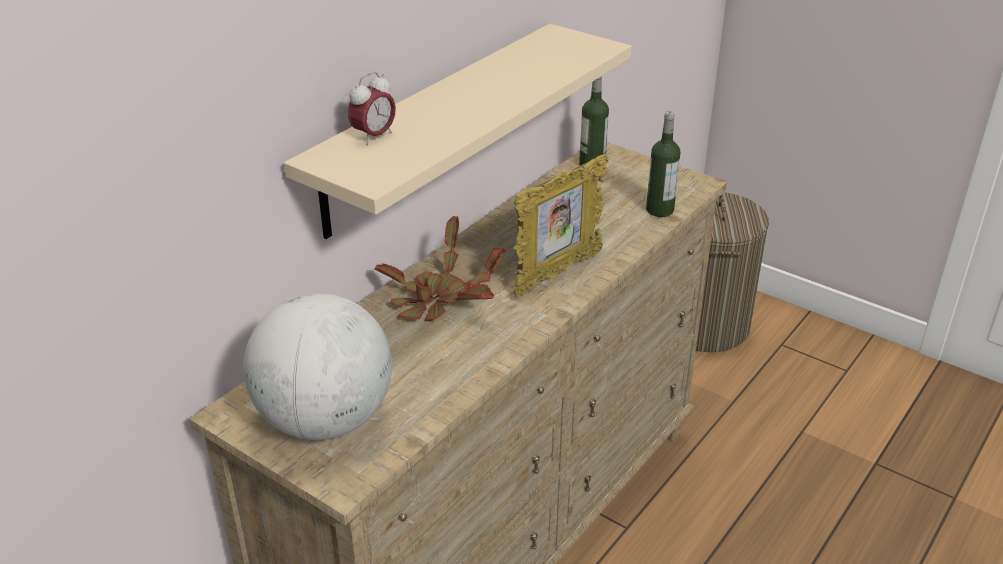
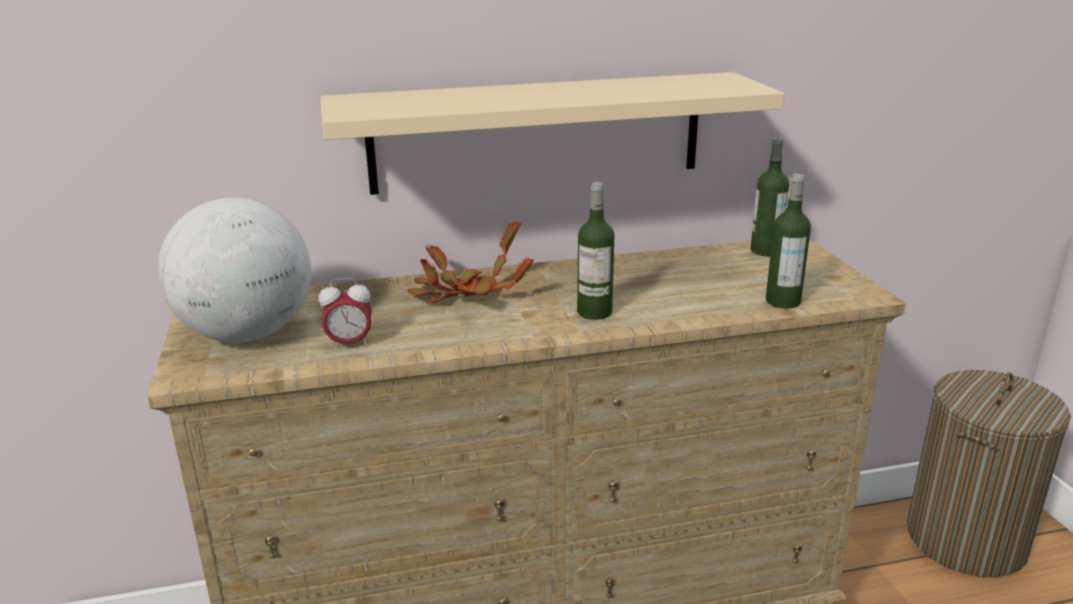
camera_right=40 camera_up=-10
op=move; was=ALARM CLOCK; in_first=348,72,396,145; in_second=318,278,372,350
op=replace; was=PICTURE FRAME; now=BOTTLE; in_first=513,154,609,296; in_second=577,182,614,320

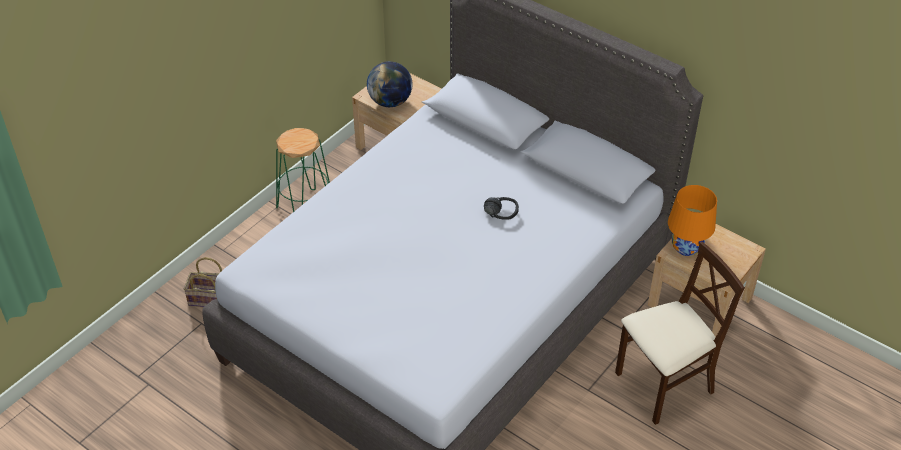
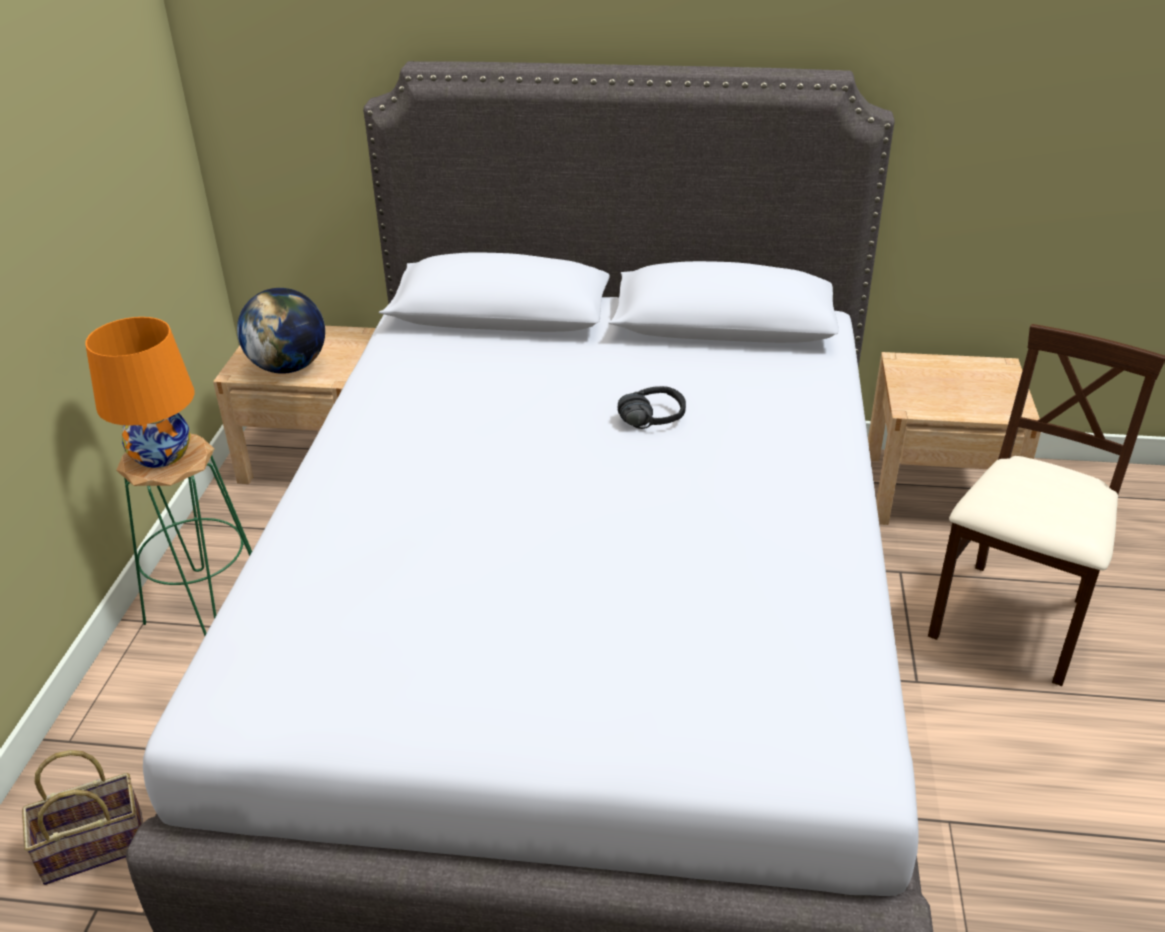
camera_right=-30 camera_up=-10
op=move; was=ORANGE TABLE LAMP; in_first=668,185,717,256; in_second=85,317,195,468

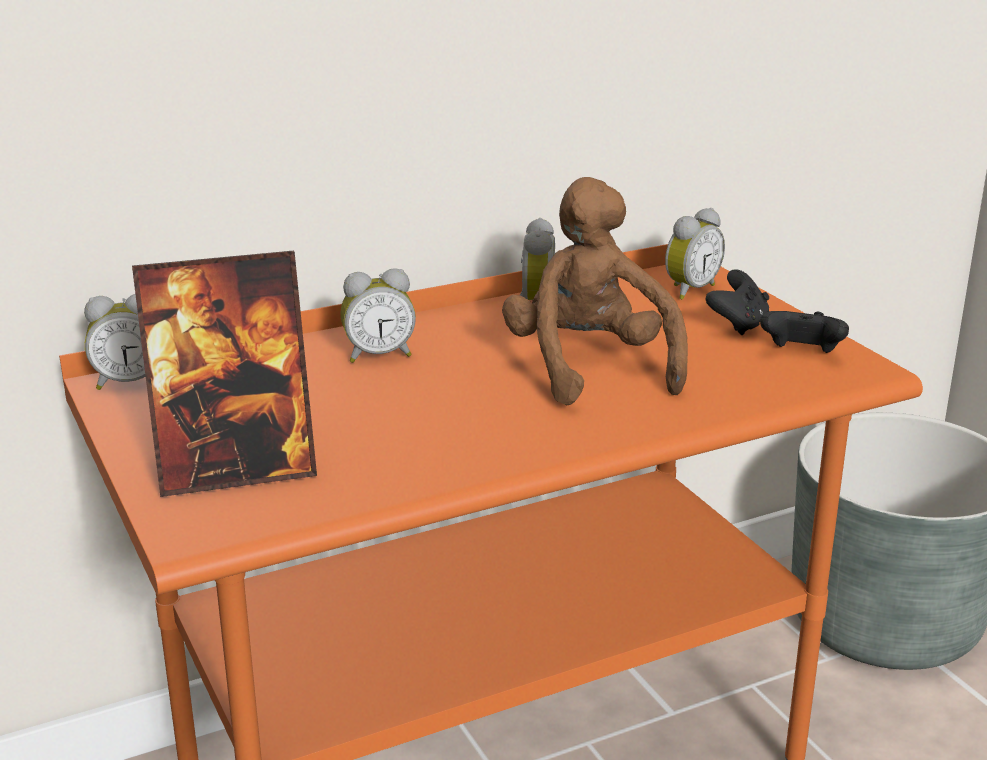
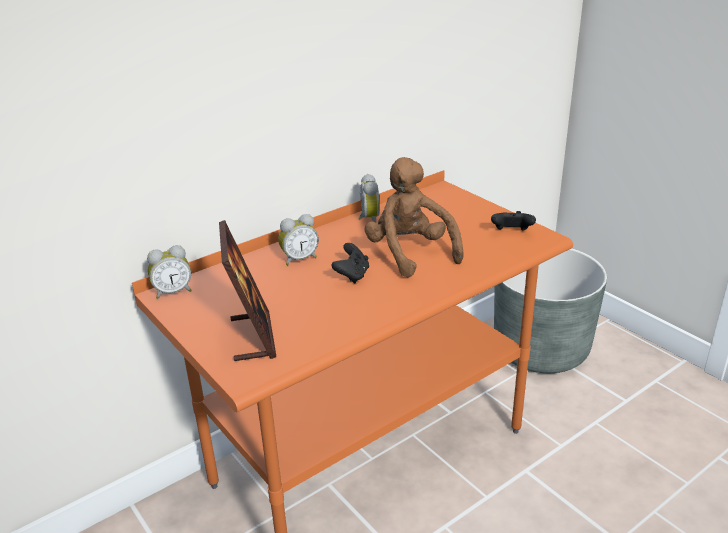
camera_right=-10 camera_up=5
op=delete; was=ALARM CLOCK; in_first=665,208,725,300
op=rotate; was=PICTURE FRAME; in_first=132,251,317,497; in_second=219,220,276,361; clockwise=-75
op=move; was=BLACK GAME CONTROLLER; in_first=706,269,769,335; in_second=332,243,369,283

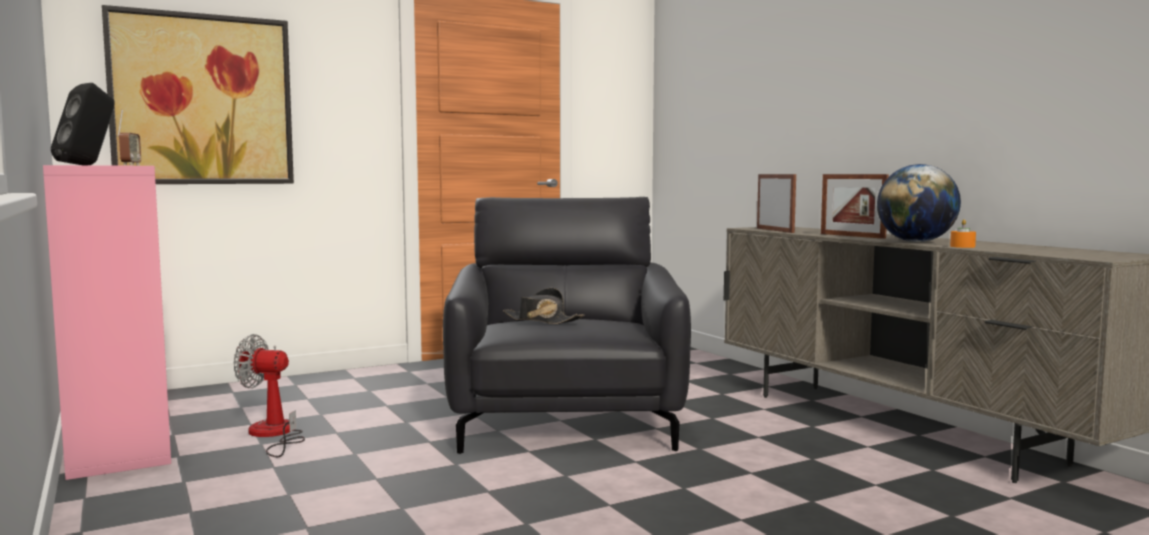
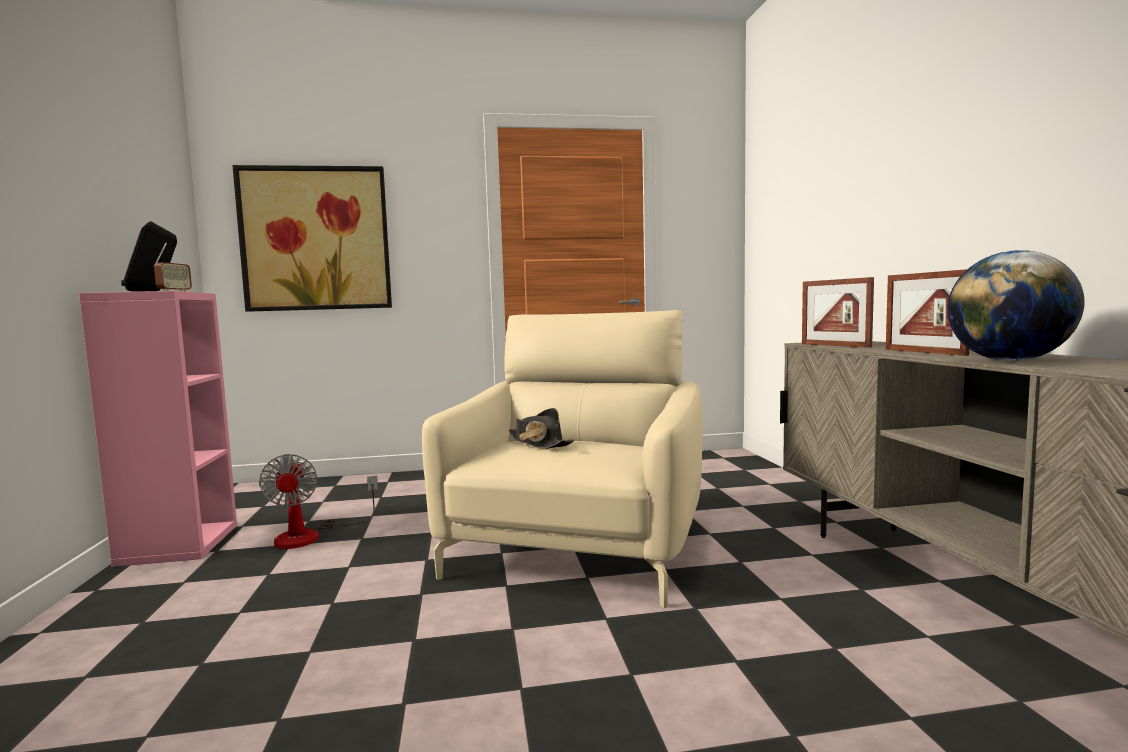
camera_right=20 camera_up=0
op=rotate; was=PICTURE FRAME; in_first=757,174,796,233; in_second=802,277,874,348; clockwise=150
op=recolor; was=BLACK ARMCHAIR; now=BEIGE ARMCHAIR; in_first=443,197,691,454; in_second=422,310,703,608
op=delete; was=ORANGE CANDLE; in_first=950,219,976,248
op=rotate; was=FAN; in_first=234,334,305,457; in_second=259,454,378,549; clockwise=-135

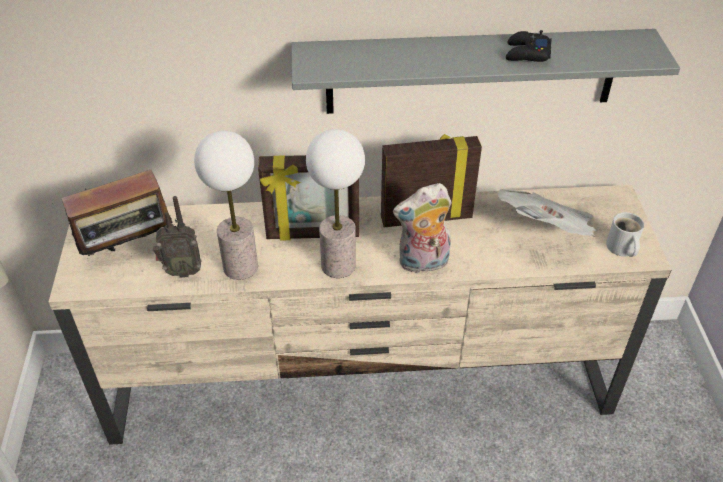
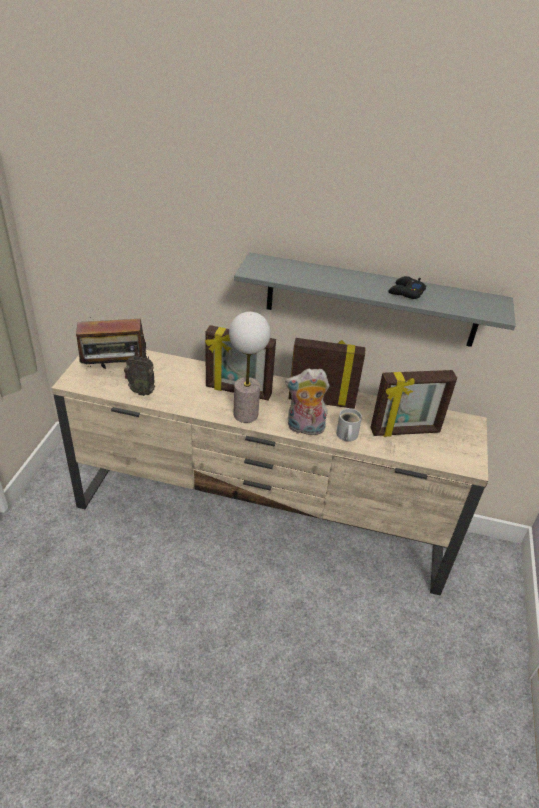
camera_right=15 camera_up=-5
op=delete; was=TABLE LAMP; in_first=194,131,258,280
op=replace; was=NEWSPAPER; now=PICTURE FRAME; in_first=498,189,596,237; in_second=370,370,457,437
op=move; was=WHITE MUG; in_first=606,212,644,257; in_second=336,408,362,442

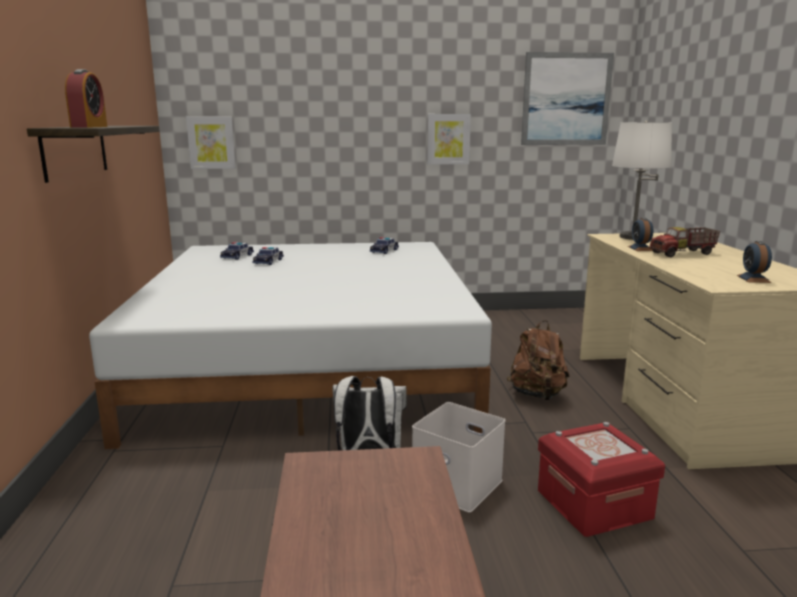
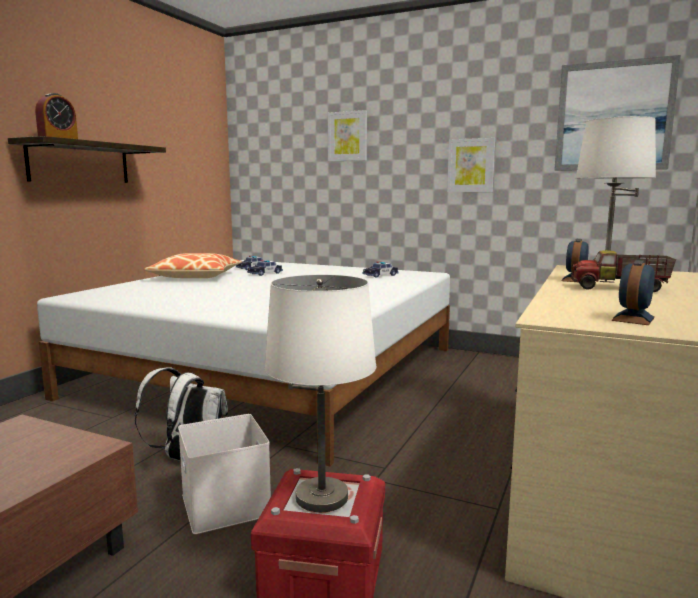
camera_right=30 camera_up=-5
op=move; was=PICTURE; in_first=186,117,236,169; in_second=328,110,367,161
op=delete; was=BROWN BACKPACK; in_first=507,320,569,401
op=insert; now=PILLOW; in_second=144,253,242,278
op=insert; now=WHITE TABLE LAMP; in_second=264,275,376,512

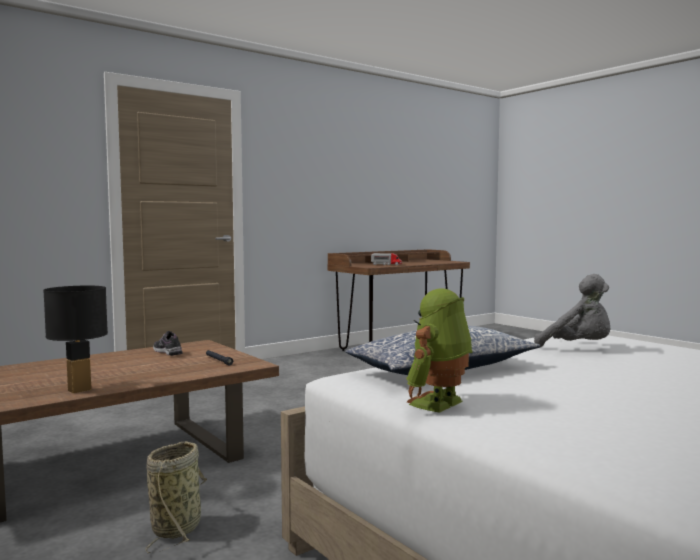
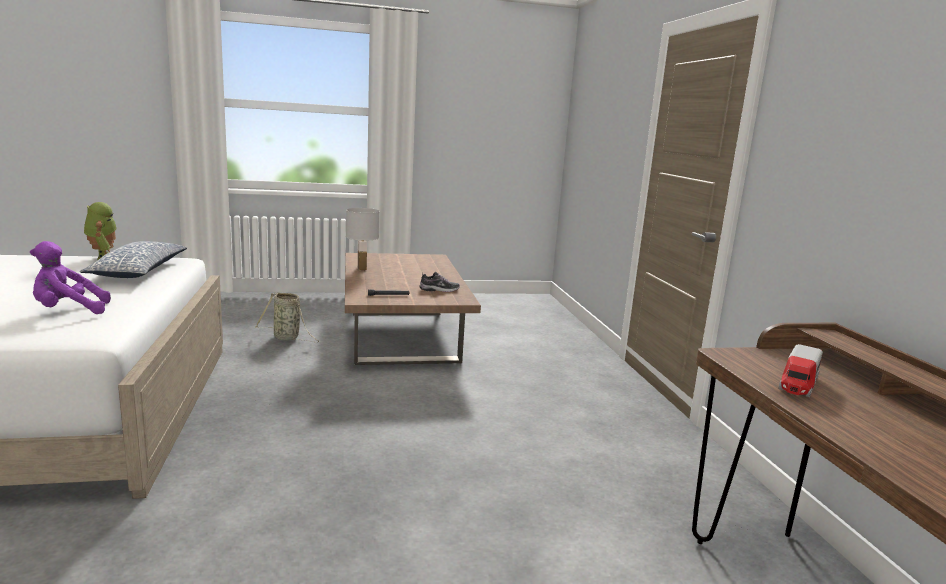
camera_right=115 camera_up=10
op=recolor; was=GREY PLUSH TOY; now=PURPLE PLUSH TOY; in_first=534,274,611,347; in_second=30,241,111,314
op=recolor; was=BLACK TABLE LAMP; now=WHITE TABLE LAMP; in_first=43,286,108,393; in_second=346,208,380,270

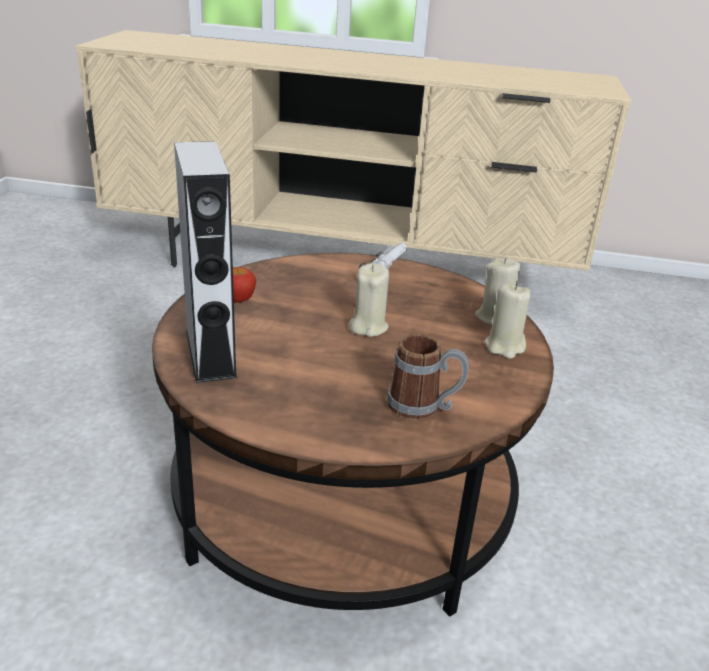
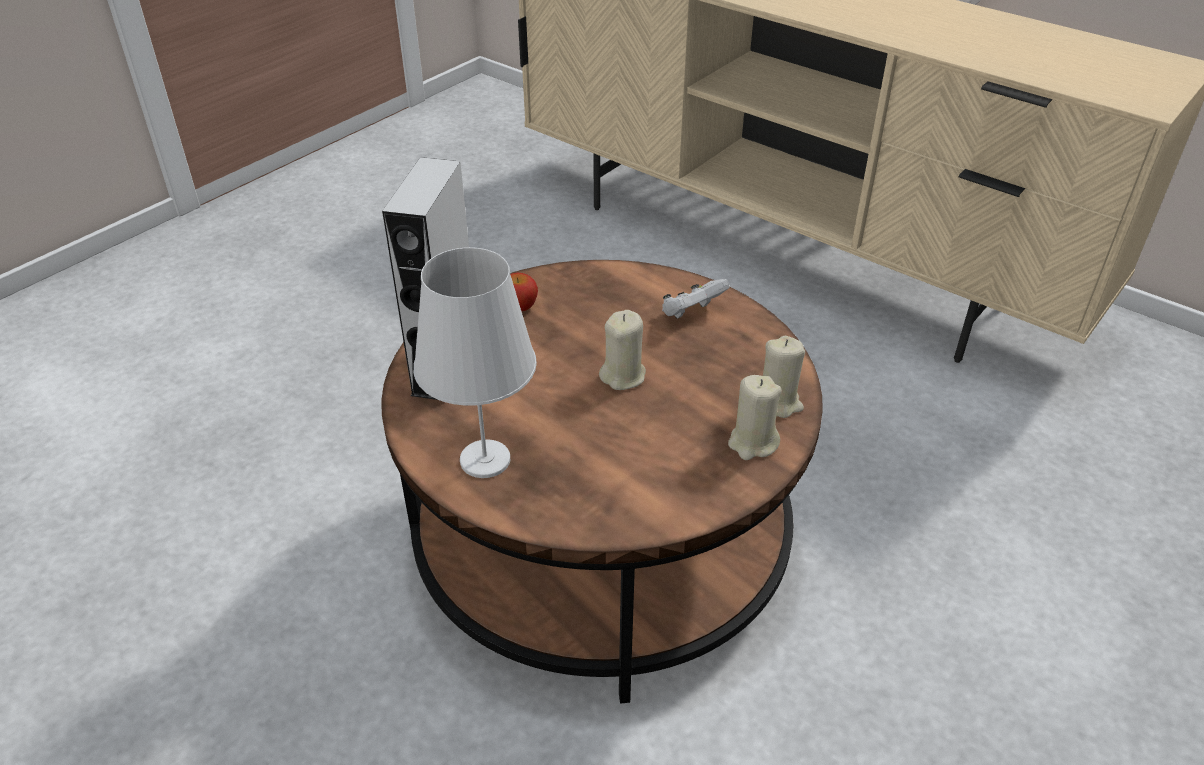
camera_right=30 camera_up=10
op=delete; was=MUG; in_first=387,334,469,419
op=insert; now=WHITE TABLE LAMP; in_second=413,247,537,478

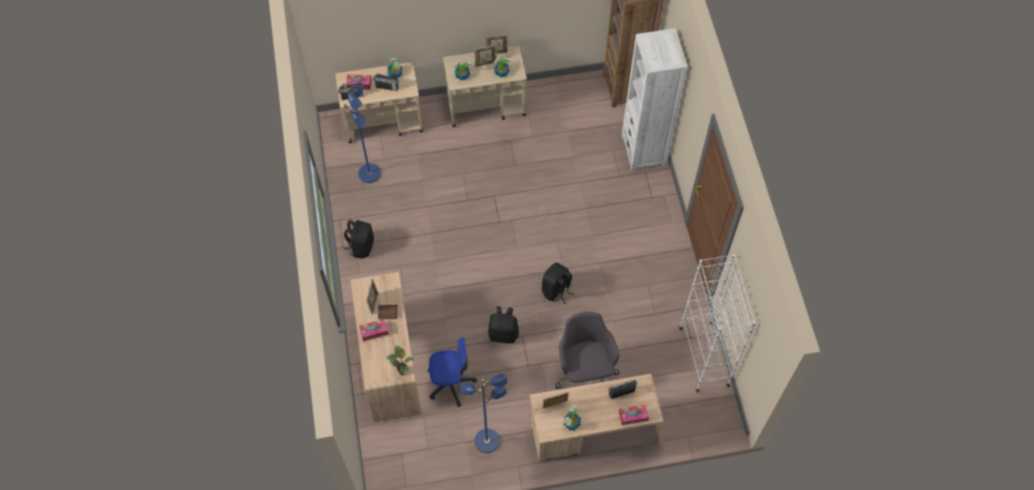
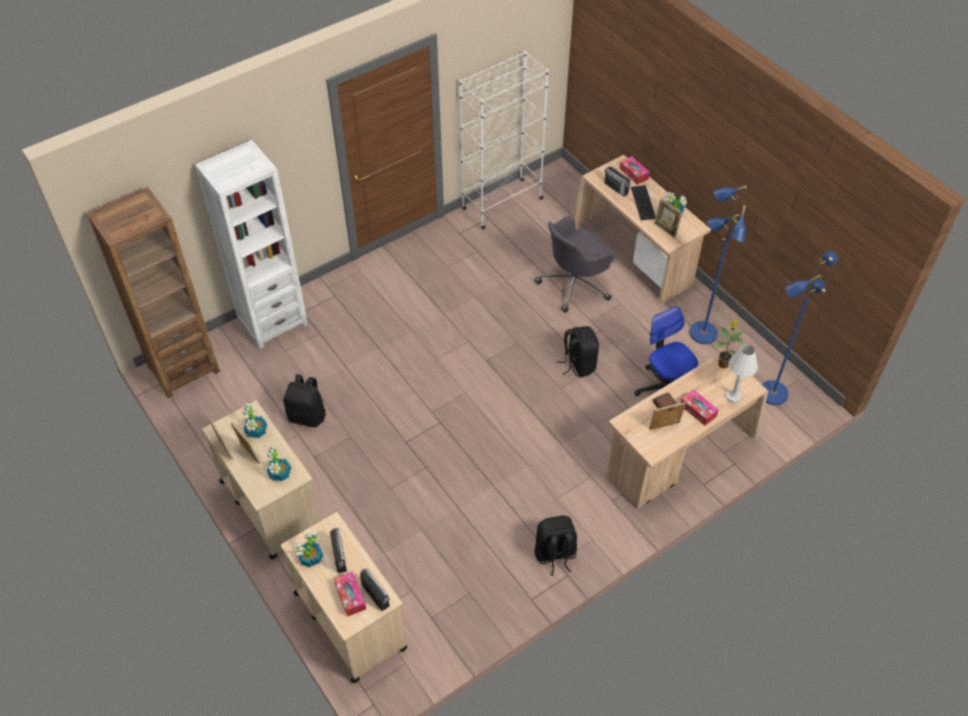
camera_right=-115 camera_up=-10
op=move; was=BLUE FLOOR LAMP; in_first=342,84,381,183; in_second=762,251,838,405
op=move; was=BLACK BACKPACK; in_first=542,263,574,304; in_second=283,374,326,427
op=insert; now=KEYBOARD; in_second=631,185,656,220
op=insert; now=WHITE TABLE LAMP; in_second=726,344,758,403

